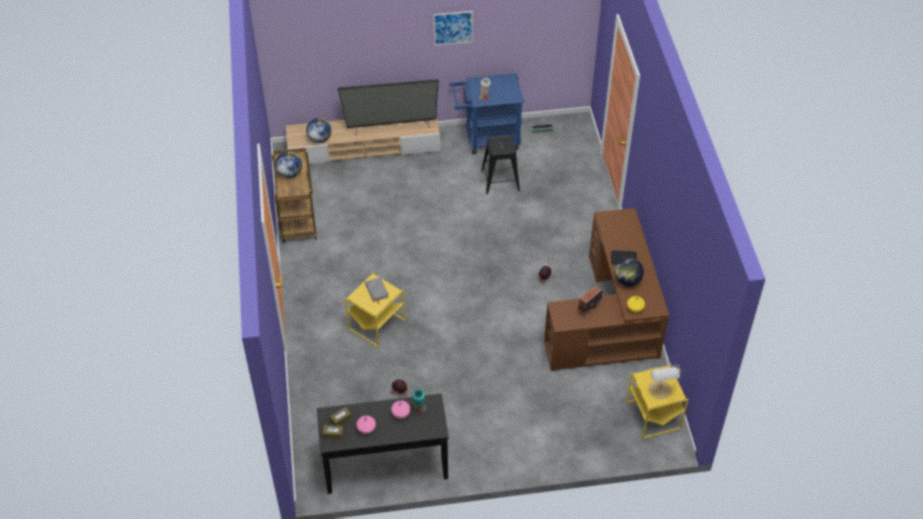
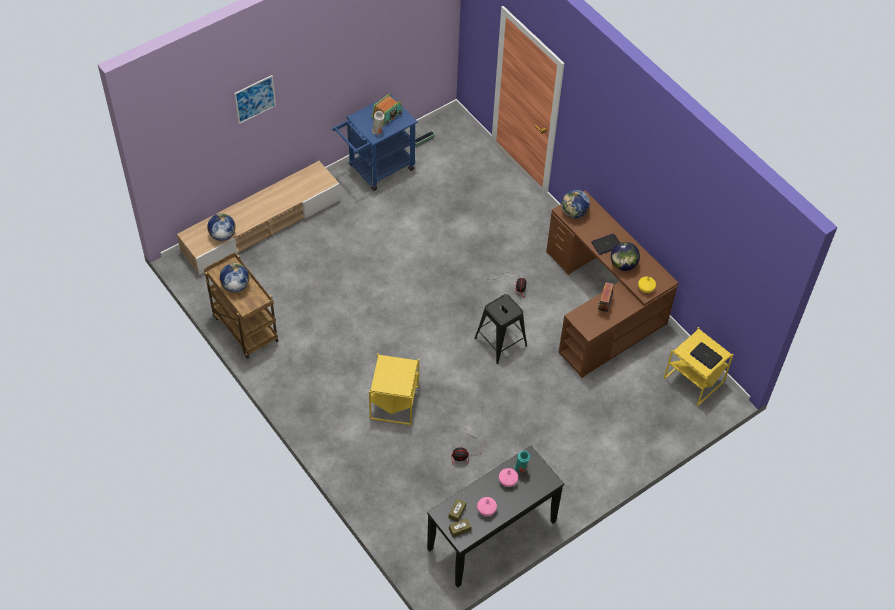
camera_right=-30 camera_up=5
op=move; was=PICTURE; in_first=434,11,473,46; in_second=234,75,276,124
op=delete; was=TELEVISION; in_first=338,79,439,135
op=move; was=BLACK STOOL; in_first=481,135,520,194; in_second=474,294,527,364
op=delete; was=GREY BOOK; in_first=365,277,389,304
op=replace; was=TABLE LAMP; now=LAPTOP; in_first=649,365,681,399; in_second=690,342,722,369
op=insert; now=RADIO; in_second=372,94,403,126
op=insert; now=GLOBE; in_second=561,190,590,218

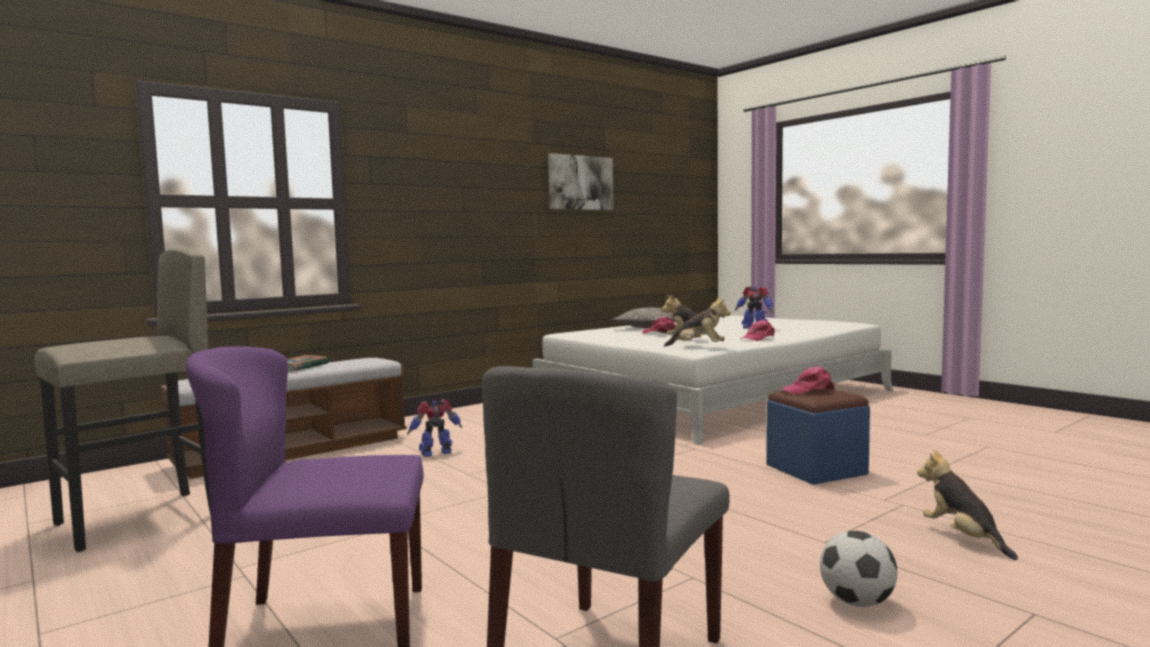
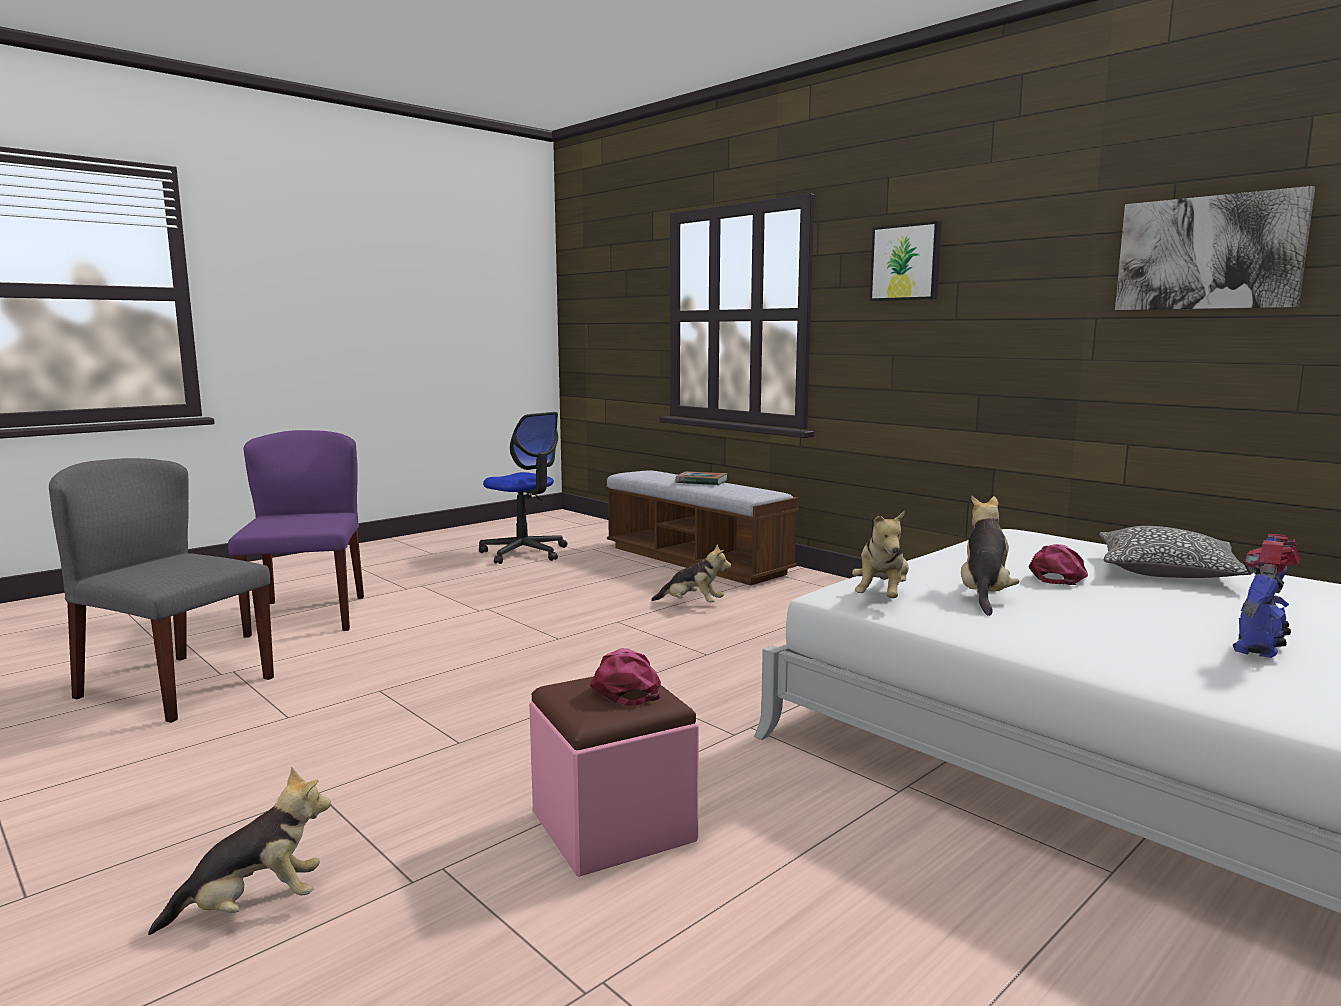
camera_right=85 camera_up=5
op=replace; was=GREY STOOL; now=OFFICE CHAIR; in_first=34,247,211,552; in_second=479,412,567,564
op=delete; was=PINK CAP; in_first=742,320,775,341
op=recolor; was=BLUE OTTOMAN; now=PINK OTTOMAN; in_first=766,389,870,485; in_second=529,676,699,877
op=replace; was=TOY ROBOT; now=PLUSH TOY; in_first=407,399,462,457; in_second=651,544,731,602
op=delete; was=FOOTBALL; in_first=820,530,898,607
op=insert; now=PICTURE; in_second=870,221,942,301

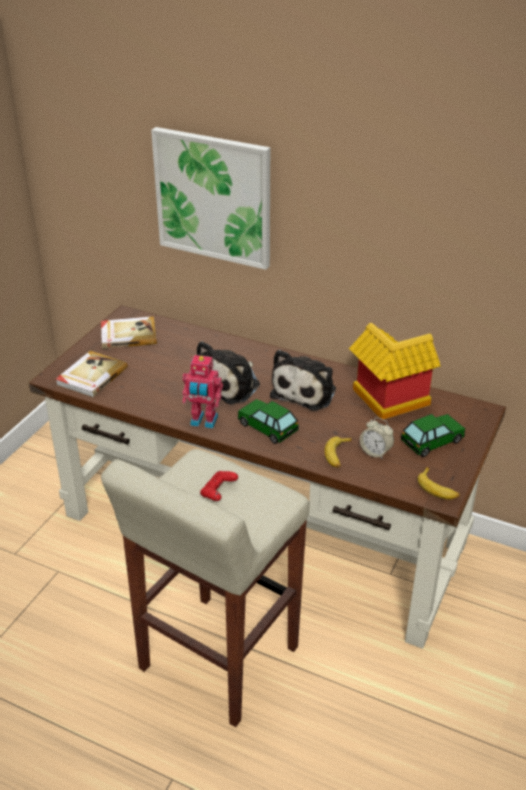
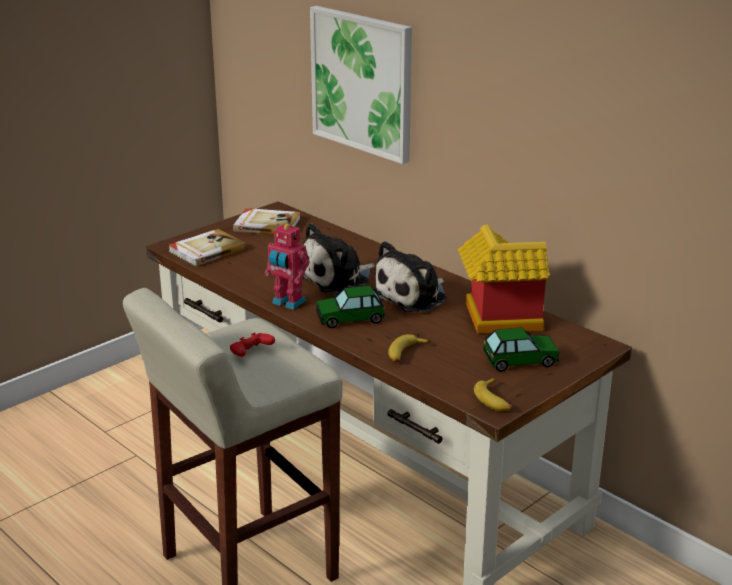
camera_right=20 camera_up=-10
op=rotate; was=TOY CAR; in_first=238,399,299,444; in_second=316,286,385,328; clockwise=-75
op=delete; was=ALARM CLOCK; in_first=360,417,394,460

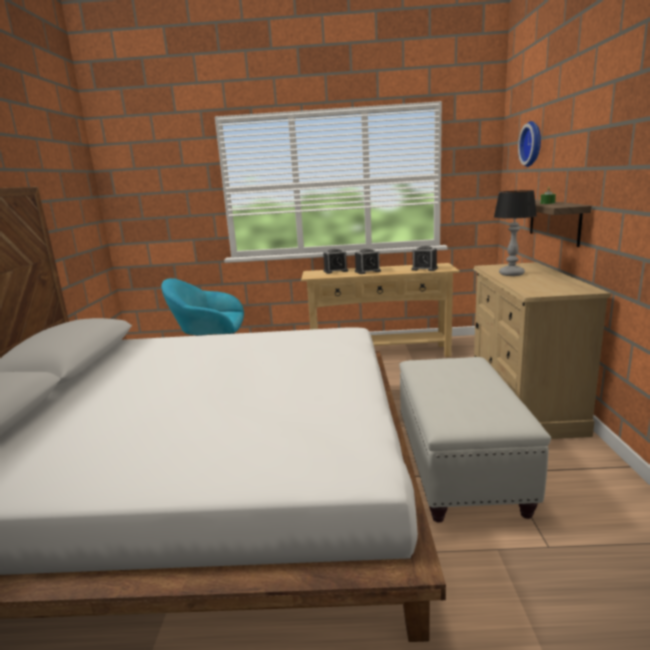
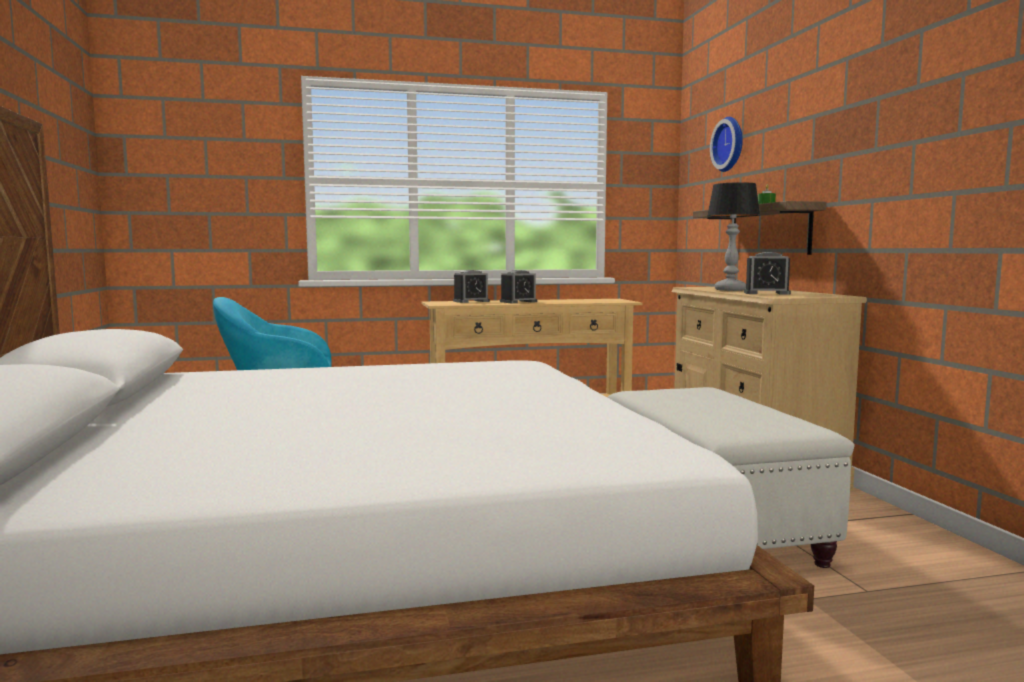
camera_right=-15 camera_up=-10
op=move; was=ALARM CLOCK; in_first=411,246,438,271; in_second=744,252,791,295

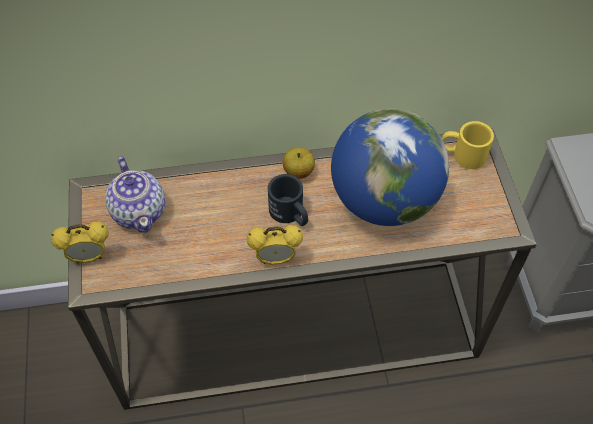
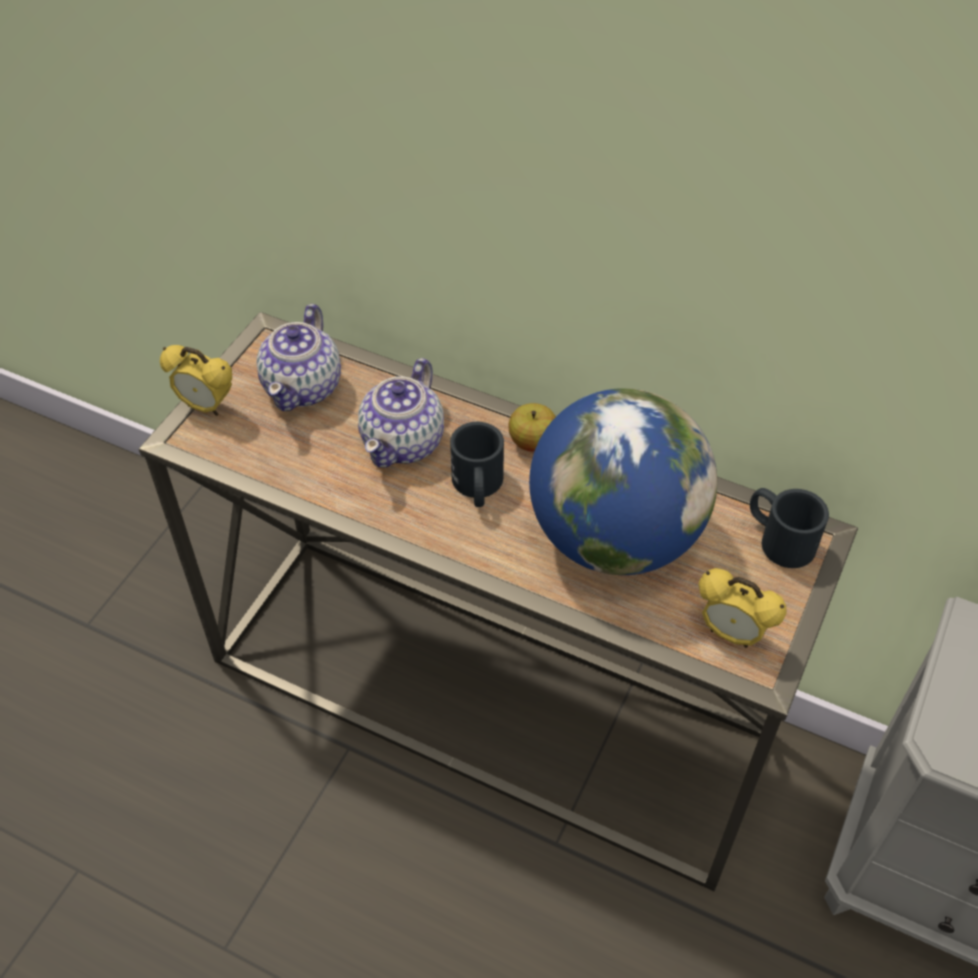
camera_right=35 camera_up=-5
op=recolor; was=YELLOW MUG; now=BLACK MUG; in_first=442,121,494,169; in_second=750,488,829,568
op=move; was=ALARM CLOCK; in_first=247,225,303,265; in_second=699,568,787,648
op=insert; now=TEAPOT; in_second=358,358,444,467

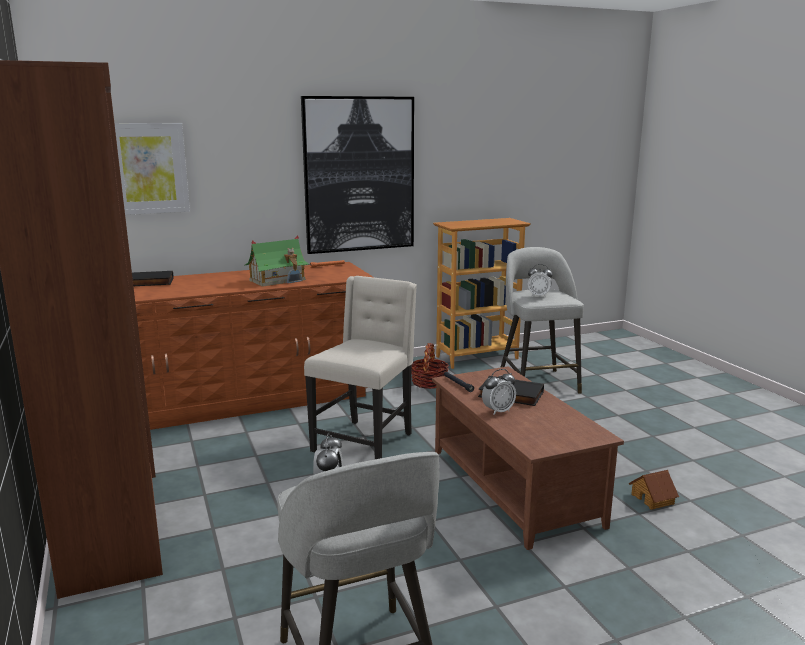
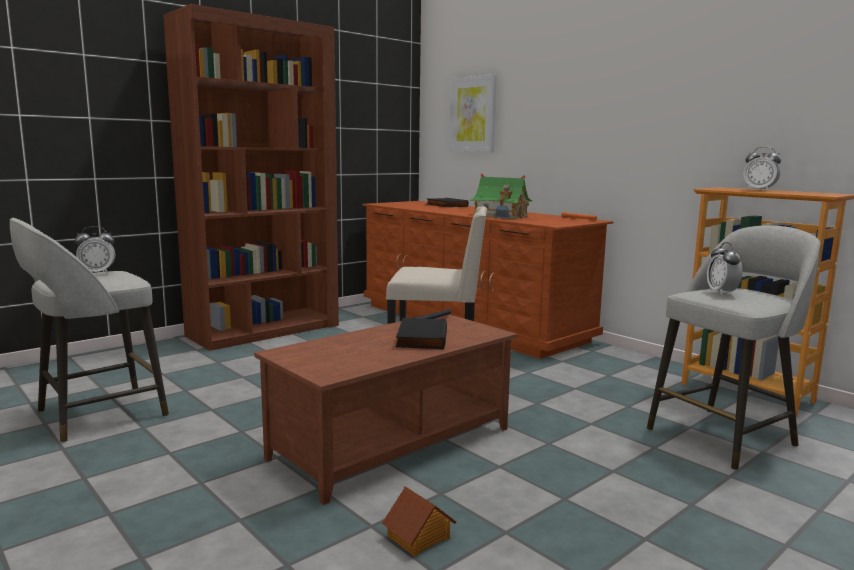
camera_right=70 camera_up=-5
op=delete; was=PICTURE; in_first=301,96,414,254
op=delete; was=BASKET; in_first=411,343,449,389
op=move; was=ALARM CLOCK; in_first=482,369,516,415; in_second=744,146,781,191

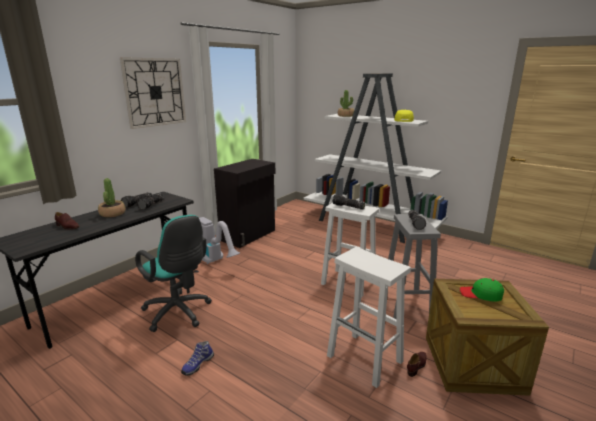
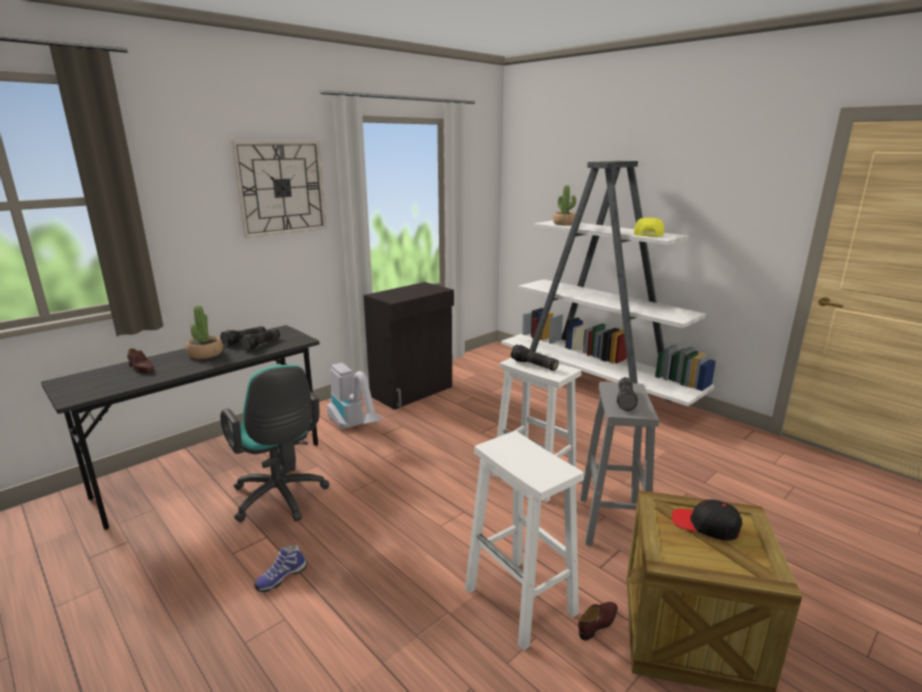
camera_right=10 camera_up=0
op=recolor; was=GREEN CAP; now=BLACK CAP; in_first=460,278,504,302; in_second=672,499,742,541

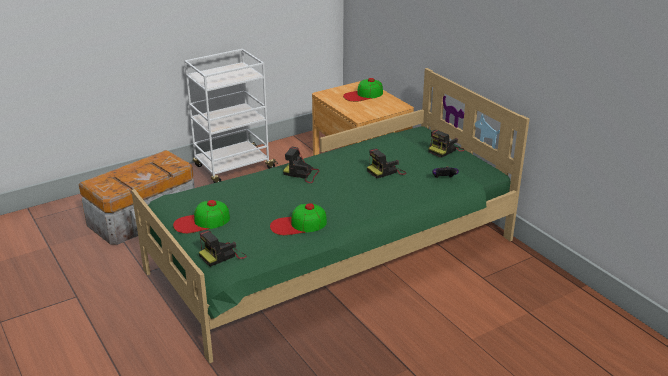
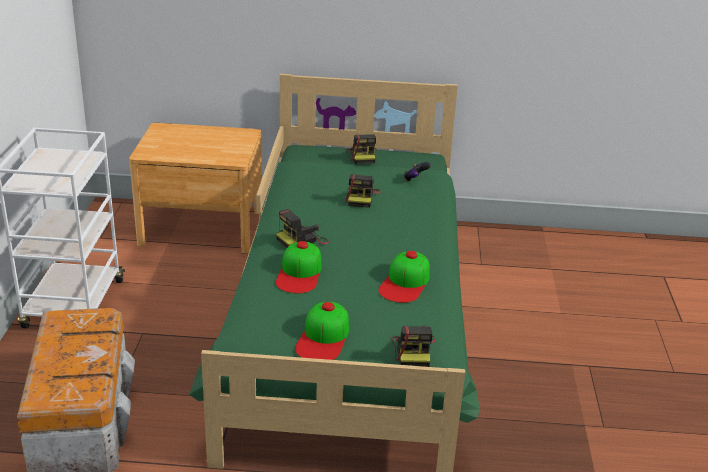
camera_right=-55 camera_up=0
op=move; was=CAP; in_first=343,78,383,102; in_second=276,241,322,293

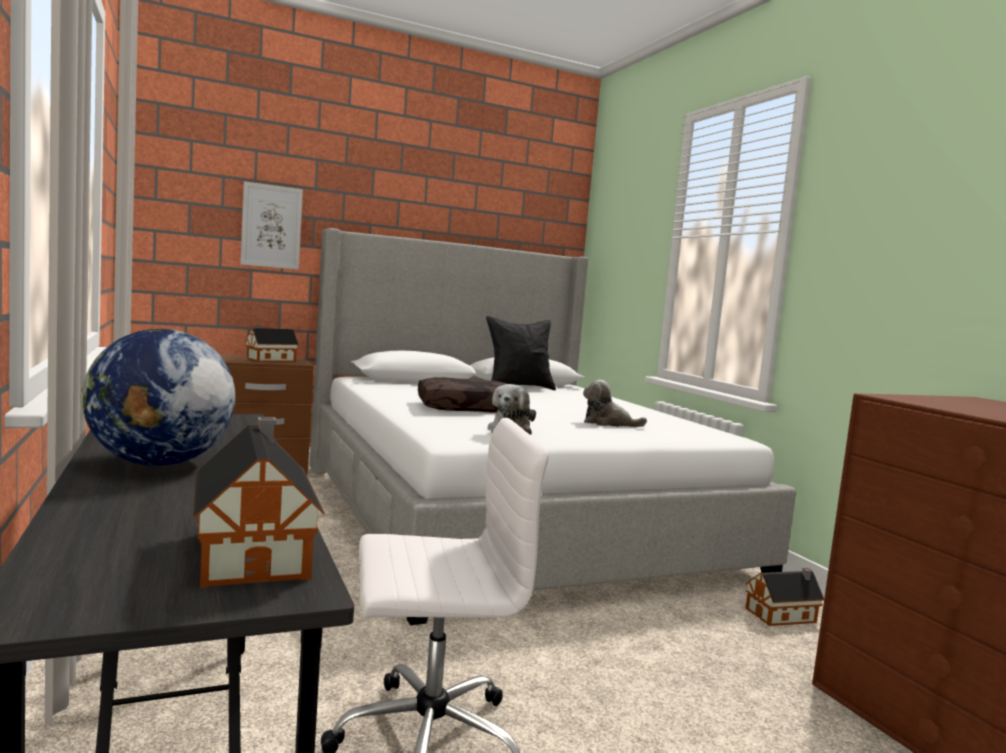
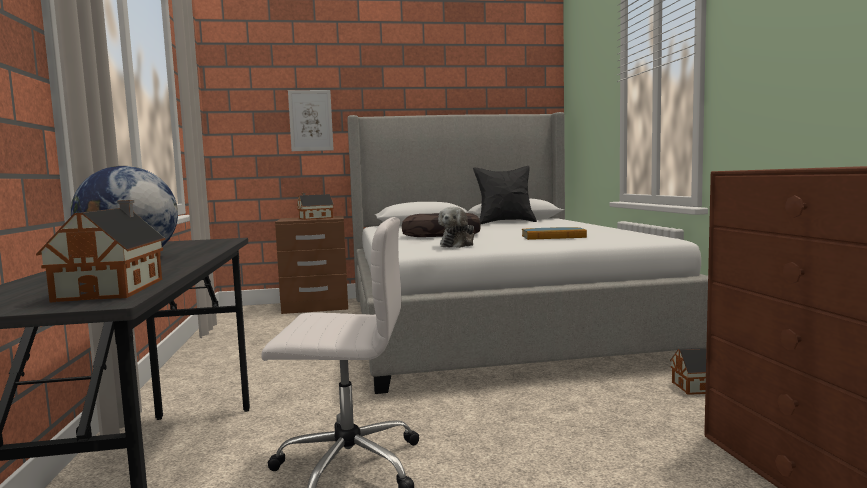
camera_right=15 camera_up=0
op=replace; was=PLUSH TOY; now=BOOK; in_first=583,380,647,427; in_second=522,227,587,240

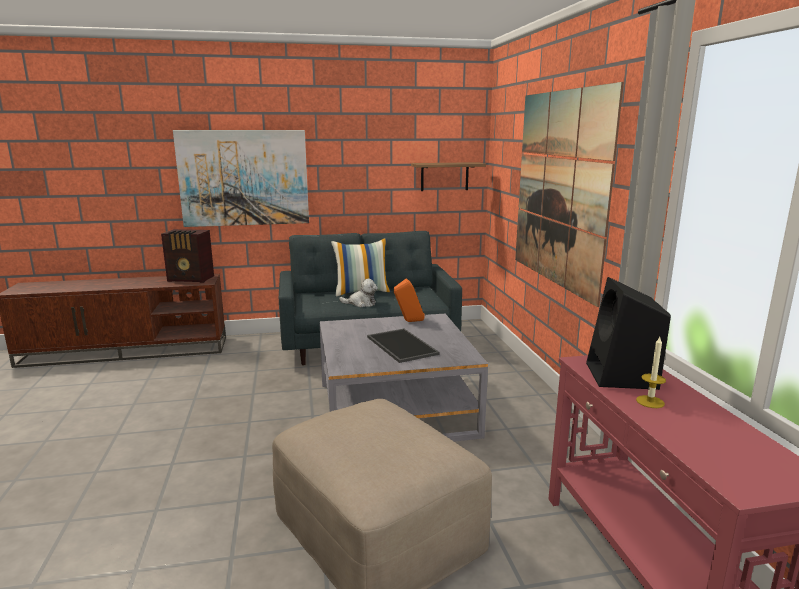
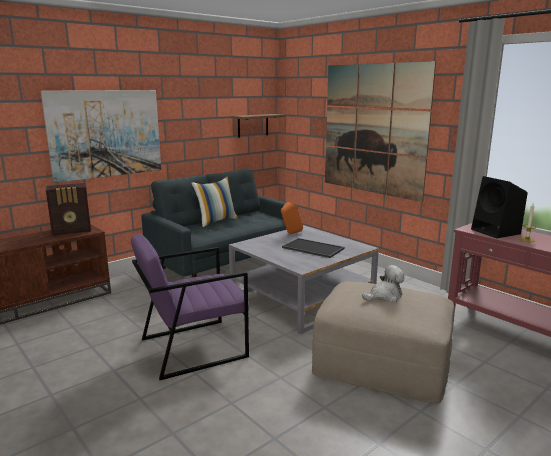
camera_right=-30 camera_up=0
op=move; was=PLUSH TOY; in_first=339,279,378,307; in_second=362,265,405,302
op=insert; now=PURPLE ARMCHAIR; in_second=131,233,249,380

